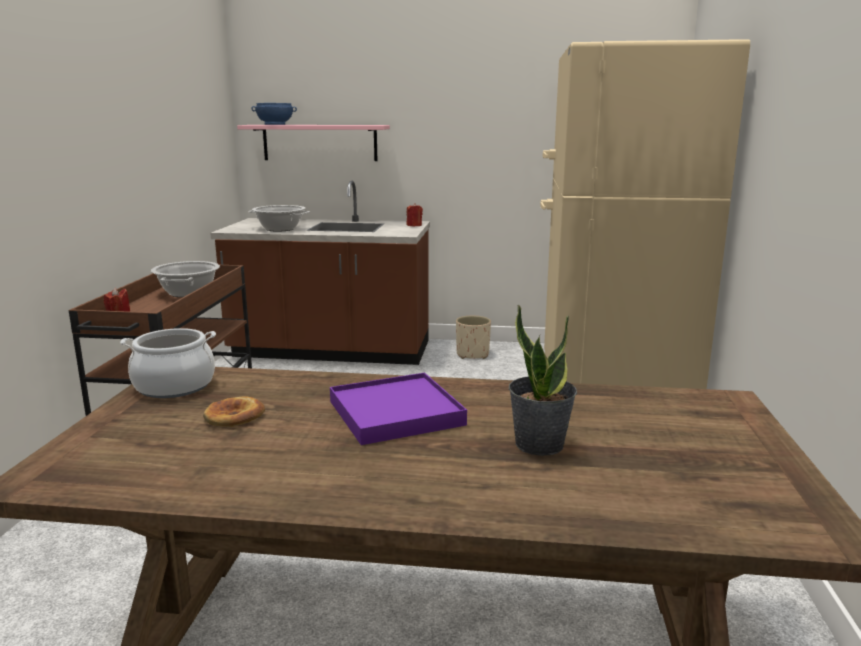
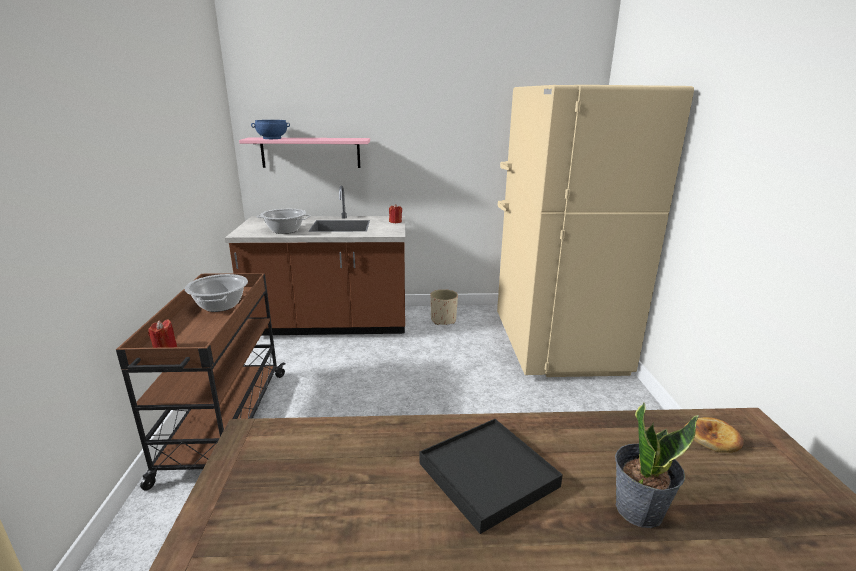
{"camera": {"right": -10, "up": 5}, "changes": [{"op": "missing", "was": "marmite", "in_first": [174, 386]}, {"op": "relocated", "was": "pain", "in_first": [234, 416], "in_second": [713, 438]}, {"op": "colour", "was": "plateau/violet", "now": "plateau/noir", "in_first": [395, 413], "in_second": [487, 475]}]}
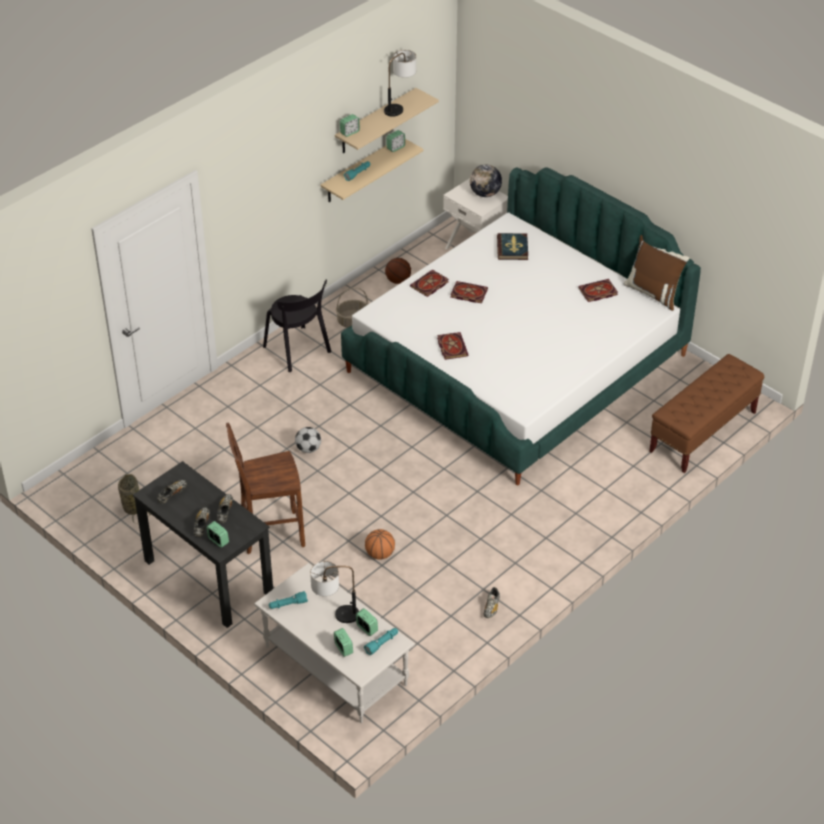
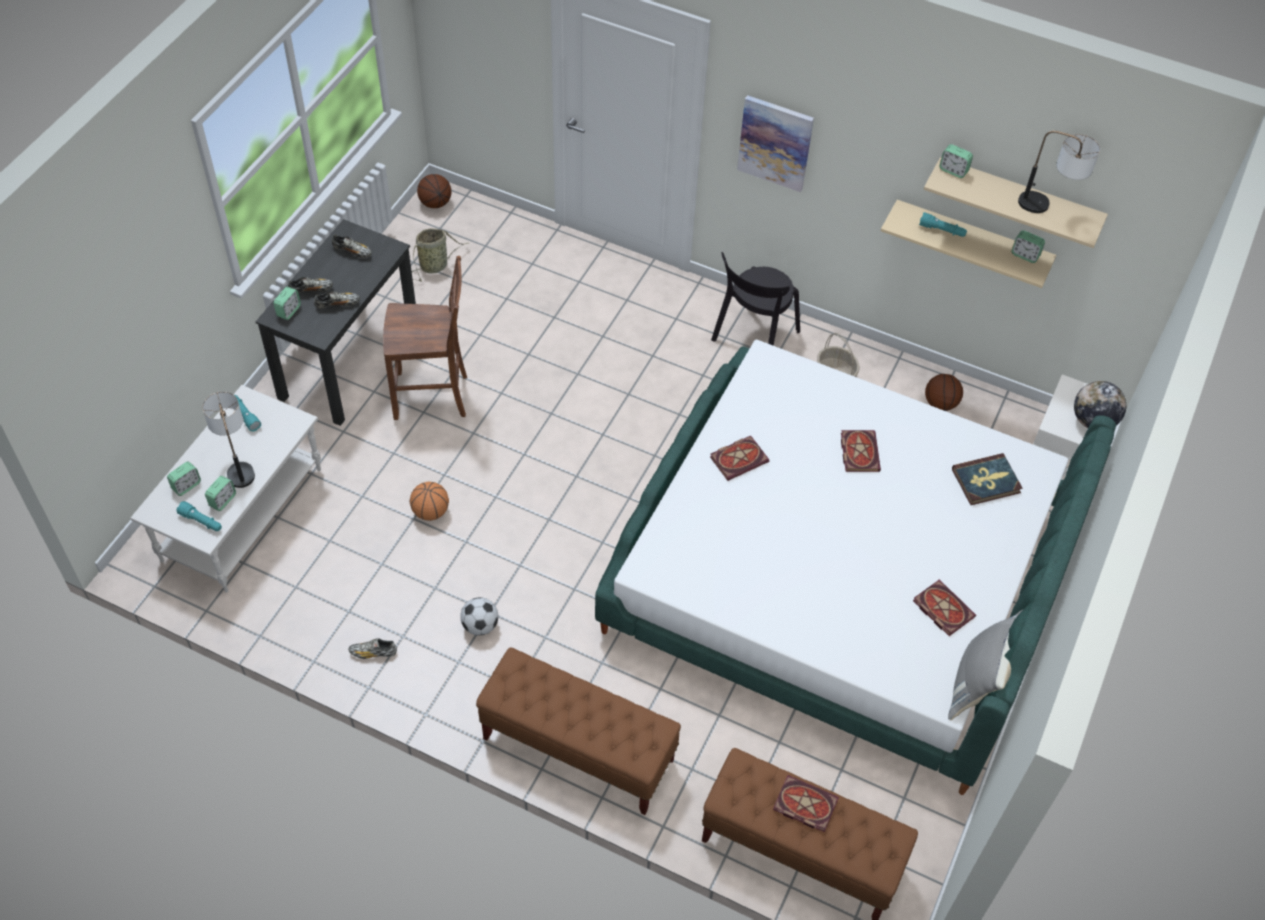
{"camera": {"right": 70, "up": 10}, "changes": [{"op": "spun", "was": "chaise/marron", "in_first": [270, 533], "in_second": [433, 397], "clockwise": 120}, {"op": "relocated", "was": "ballon de foot", "in_first": [308, 449], "in_second": [480, 625]}, {"op": "relocated", "was": "livre", "in_first": [429, 285], "in_second": [803, 805]}, {"op": "colour", "was": "coussin/marron", "now": "coussin/gris", "in_first": [653, 293], "in_second": [979, 685]}, {"op": "appeared", "now": "ballon de basket", "in_second": [435, 203]}, {"op": "appeared", "now": "banc/marron", "in_second": [577, 749]}, {"op": "appeared", "now": "tableau", "in_second": [775, 142]}]}
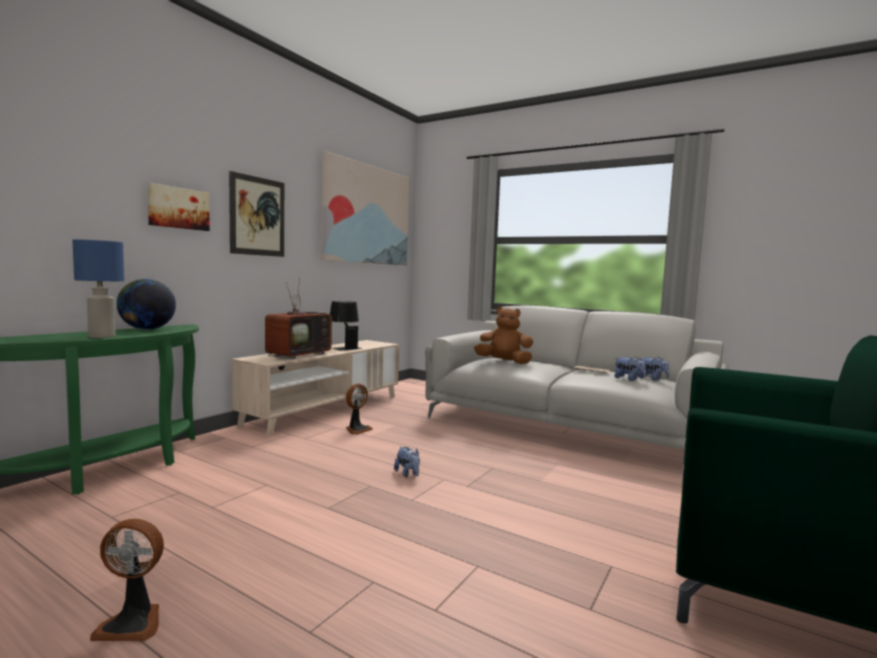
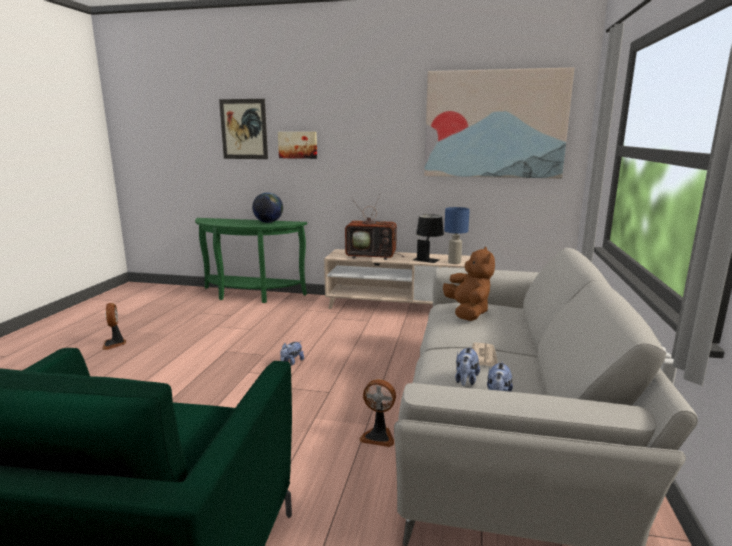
{"camera": {"right": 70, "up": 10}, "changes": [{"op": "relocated", "was": "lampe de table/bleu", "in_first": [101, 337], "in_second": [454, 262]}, {"op": "relocated", "was": "tableau", "in_first": [257, 216], "in_second": [244, 129]}, {"op": "relocated", "was": "ventilateur", "in_first": [357, 429], "in_second": [378, 436]}]}
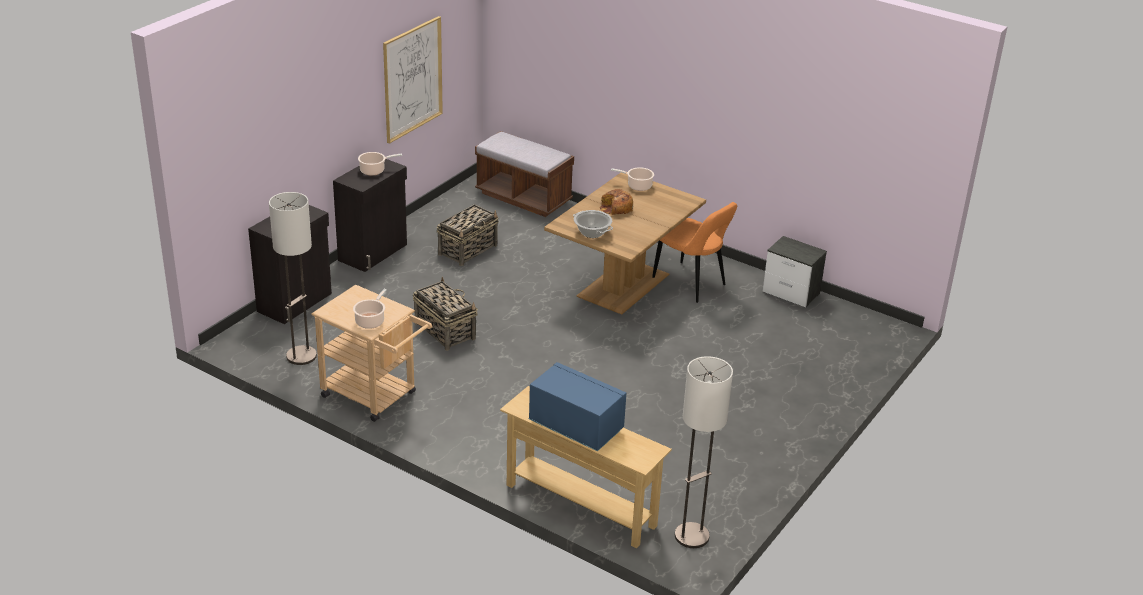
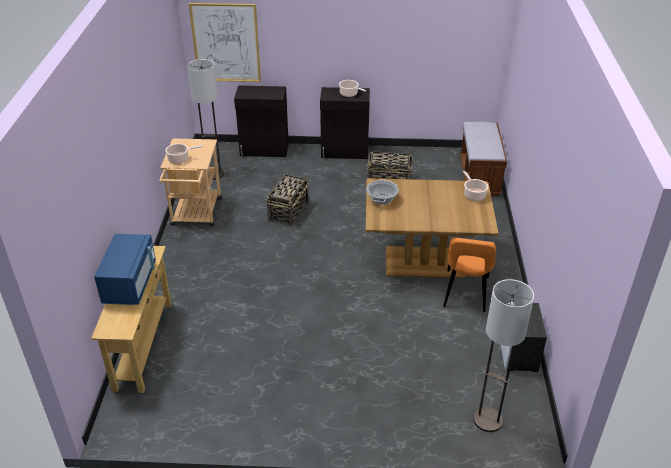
{"camera": {"right": 60, "up": 5}, "changes": [{"op": "relocated", "was": "tableau", "in_first": [412, 79], "in_second": [226, 43]}, {"op": "missing", "was": "pain", "in_first": [615, 208]}, {"op": "relocated", "was": "lampadaire", "in_first": [691, 536], "in_second": [488, 420]}]}
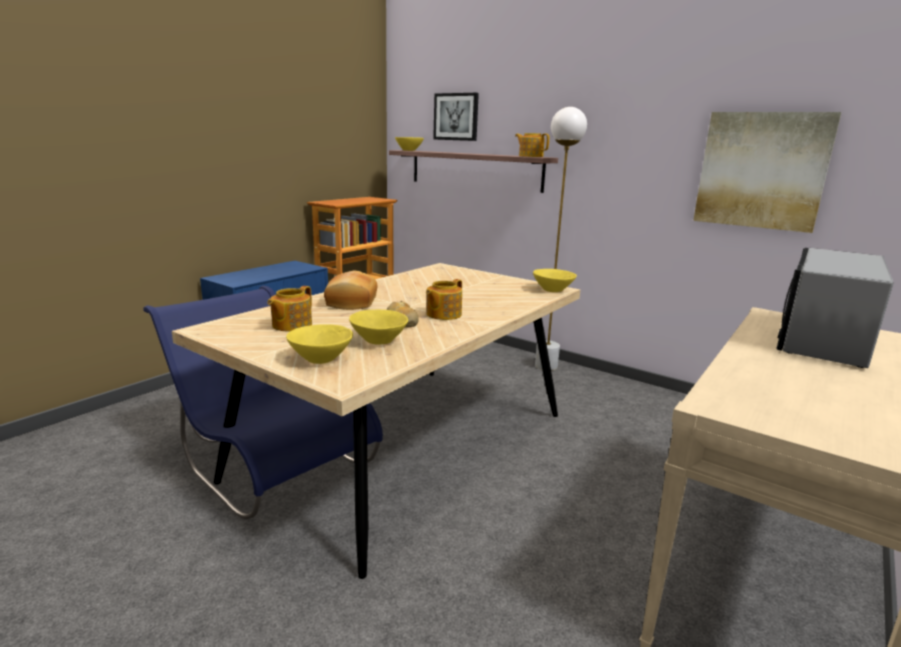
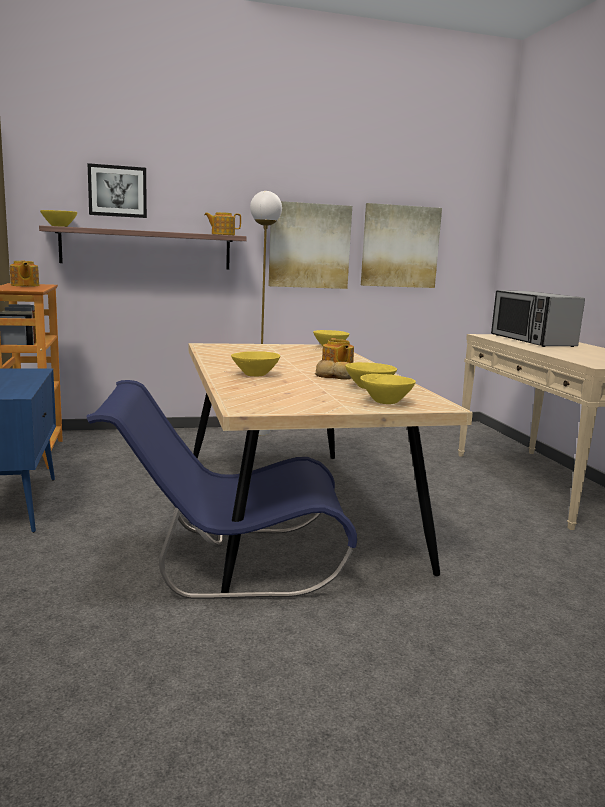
{"camera": {"right": -50, "up": -5}, "changes": [{"op": "relocated", "was": "théière", "in_first": [291, 325], "in_second": [24, 285]}, {"op": "exchanged", "was": "pain", "now": "bol/jaune", "in_first": [350, 302], "in_second": [254, 374]}, {"op": "appeared", "now": "tableau", "in_second": [309, 246]}]}
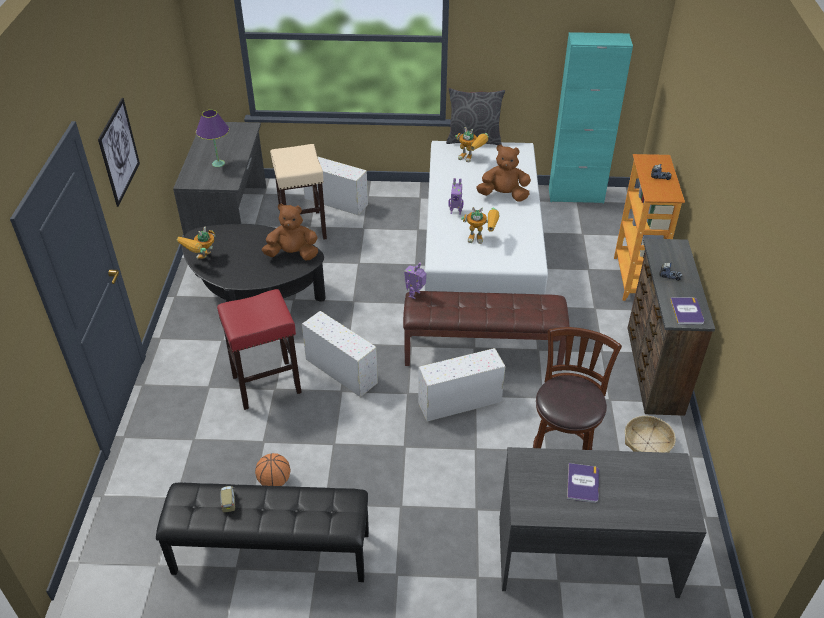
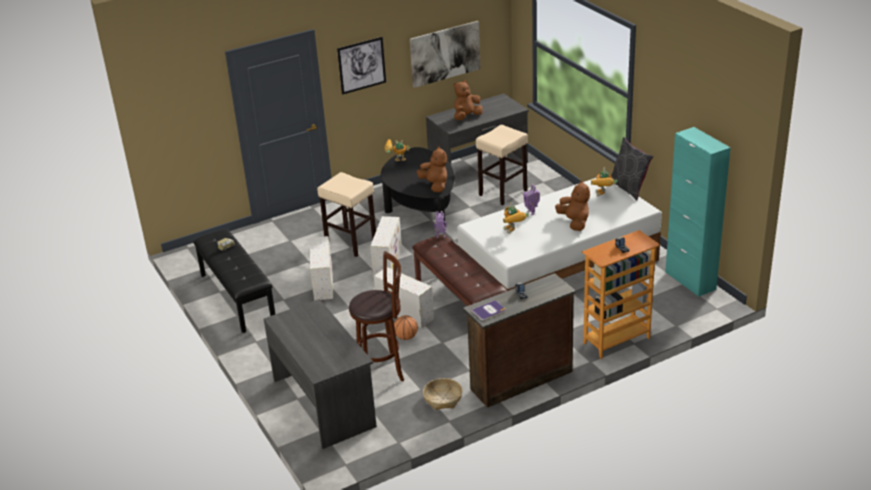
{"camera": {"right": 60, "up": -10}, "changes": [{"op": "exchanged", "was": "lampe de table/violet", "now": "peluche/marron", "in_first": [218, 163], "in_second": [466, 117]}, {"op": "colour", "was": "tabouret/rouge", "now": "tabouret/beige", "in_first": [267, 384], "in_second": [351, 243]}, {"op": "relocated", "was": "ballon de basket", "in_first": [274, 481], "in_second": [406, 337]}, {"op": "relocated", "was": "boîte de rangement/blanc", "in_first": [335, 201], "in_second": [323, 282]}, {"op": "missing", "was": "livre", "in_first": [583, 483]}, {"op": "appeared", "now": "tableau", "in_second": [445, 53]}]}
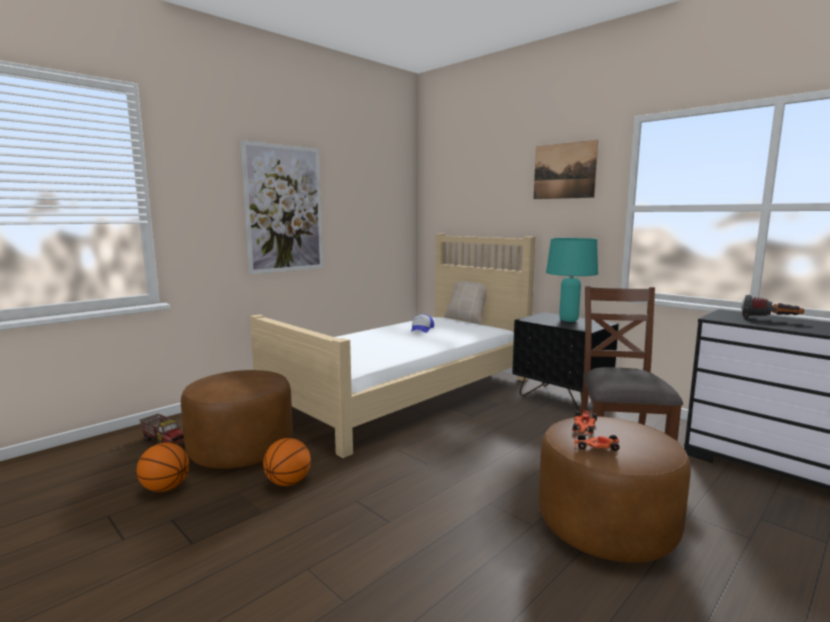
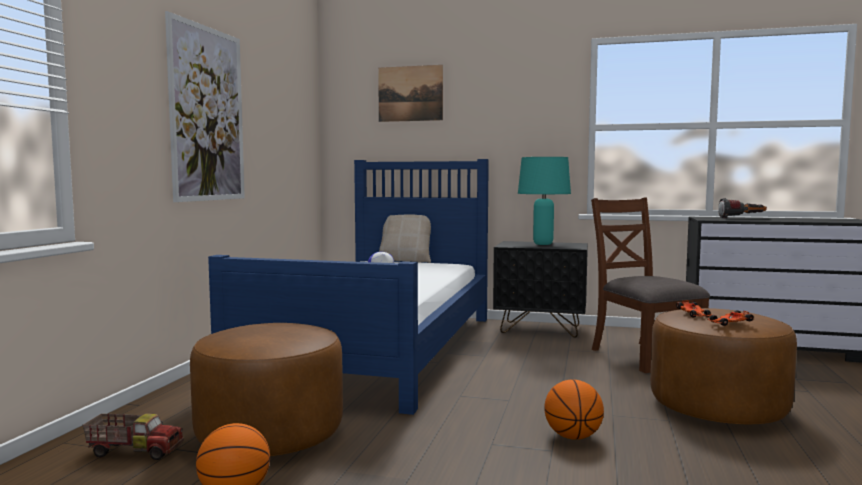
{"camera": {"right": -30, "up": -5}, "changes": [{"op": "colour", "was": "lit/beige", "now": "lit/bleu", "in_first": [405, 392], "in_second": [379, 348]}, {"op": "relocated", "was": "ballon de basket", "in_first": [288, 482], "in_second": [573, 437]}, {"op": "relocated", "was": "tableau", "in_first": [564, 171], "in_second": [410, 93]}]}
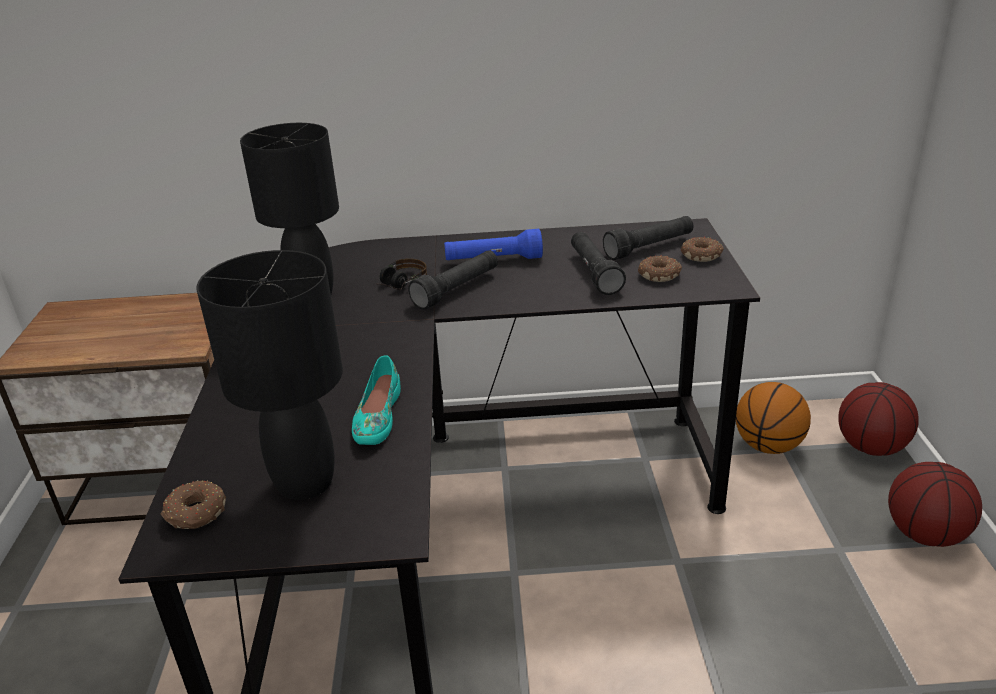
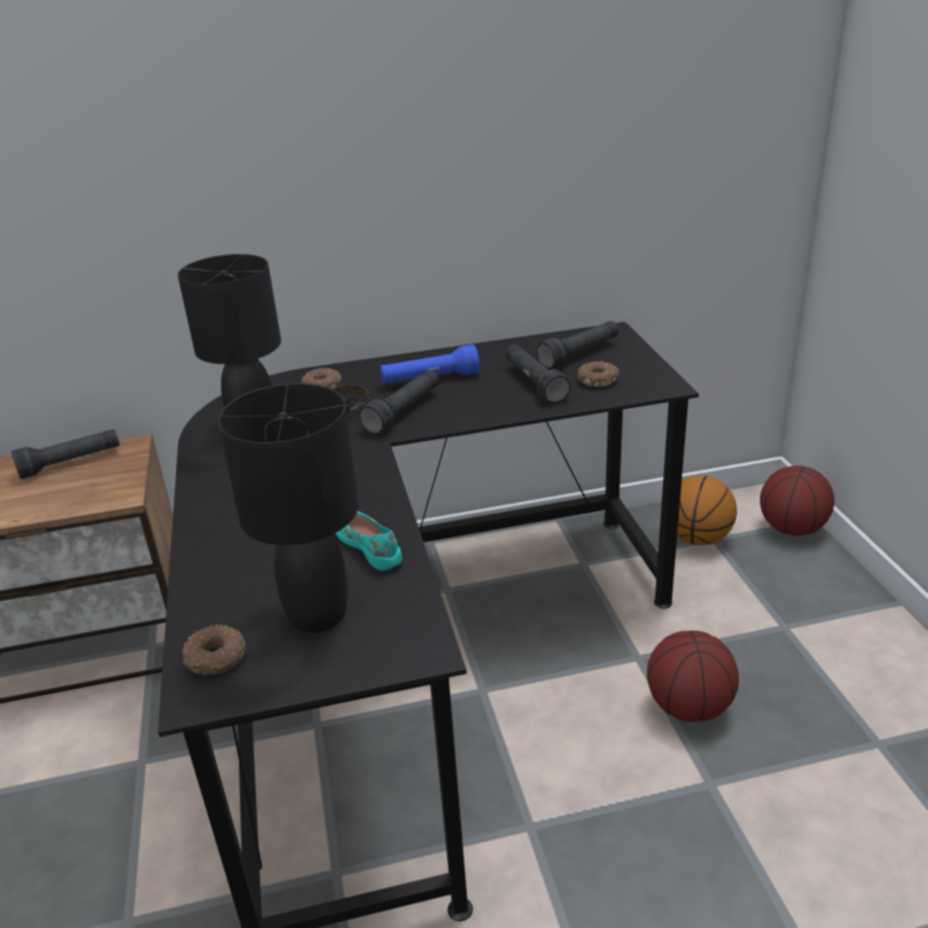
{"camera": {"right": -10, "up": 0}, "changes": [{"op": "spun", "was": "chaussure/turquoise", "in_first": [377, 417], "in_second": [367, 544], "clockwise": 150}, {"op": "relocated", "was": "beignet", "in_first": [702, 255], "in_second": [323, 386]}, {"op": "relocated", "was": "ballon de basket", "in_first": [925, 534], "in_second": [688, 707]}, {"op": "appeared", "now": "lampe de poche/noir", "in_second": [71, 463]}]}
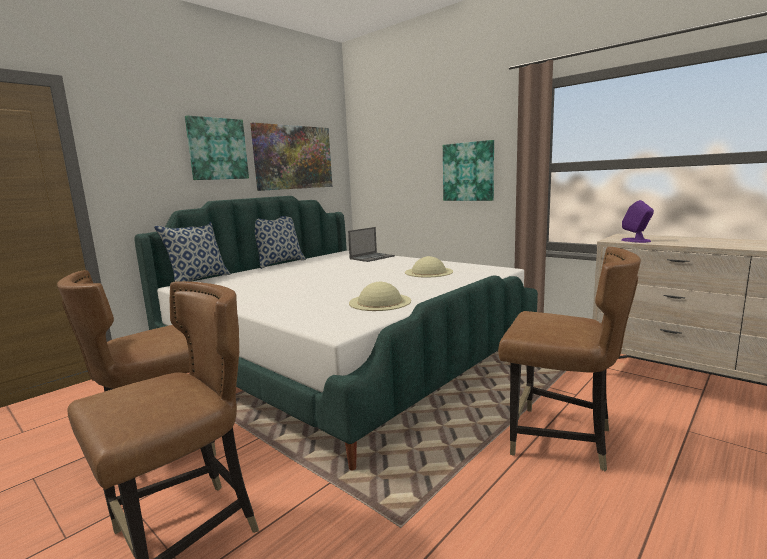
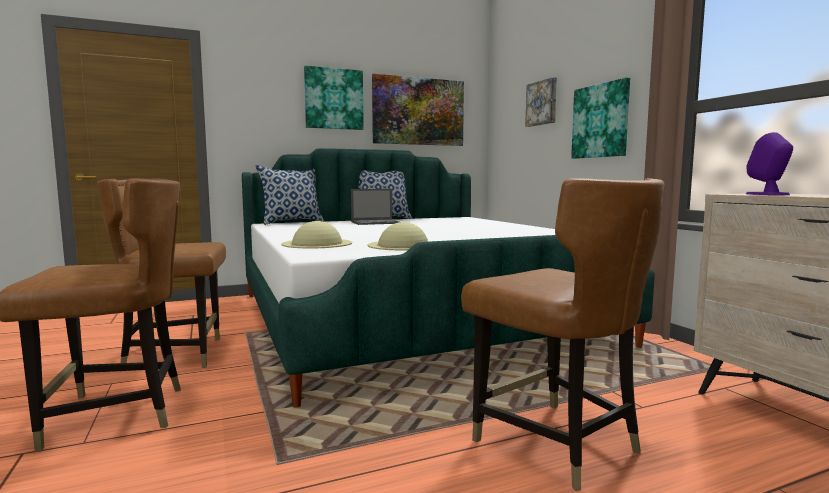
{"camera": {"right": 25, "up": -5}, "changes": [{"op": "relocated", "was": "ordinateur portable", "in_first": [372, 257], "in_second": [376, 222]}, {"op": "relocated", "was": "chapeau/beige", "in_first": [428, 272], "in_second": [317, 243]}, {"op": "appeared", "now": "tableau", "in_second": [542, 103]}]}
